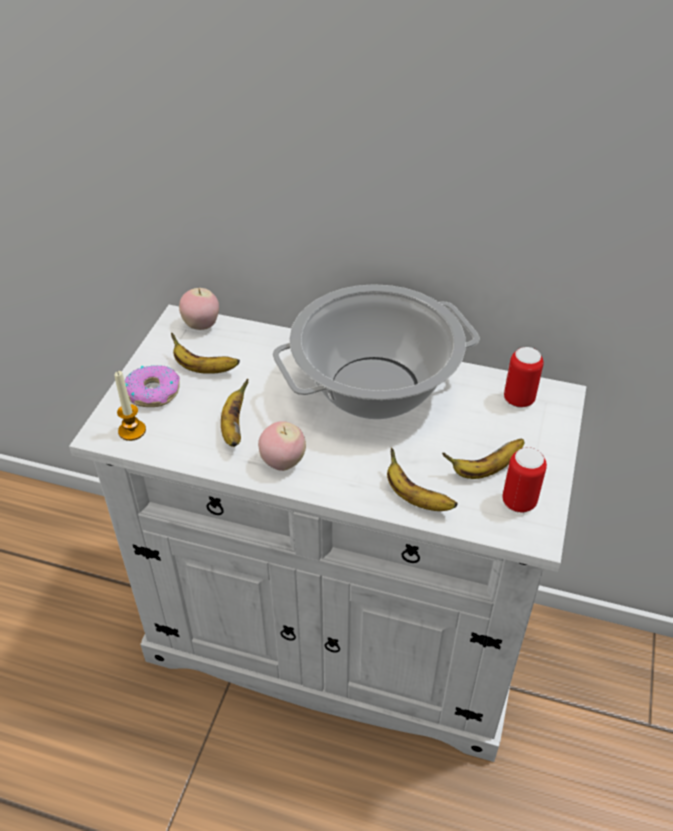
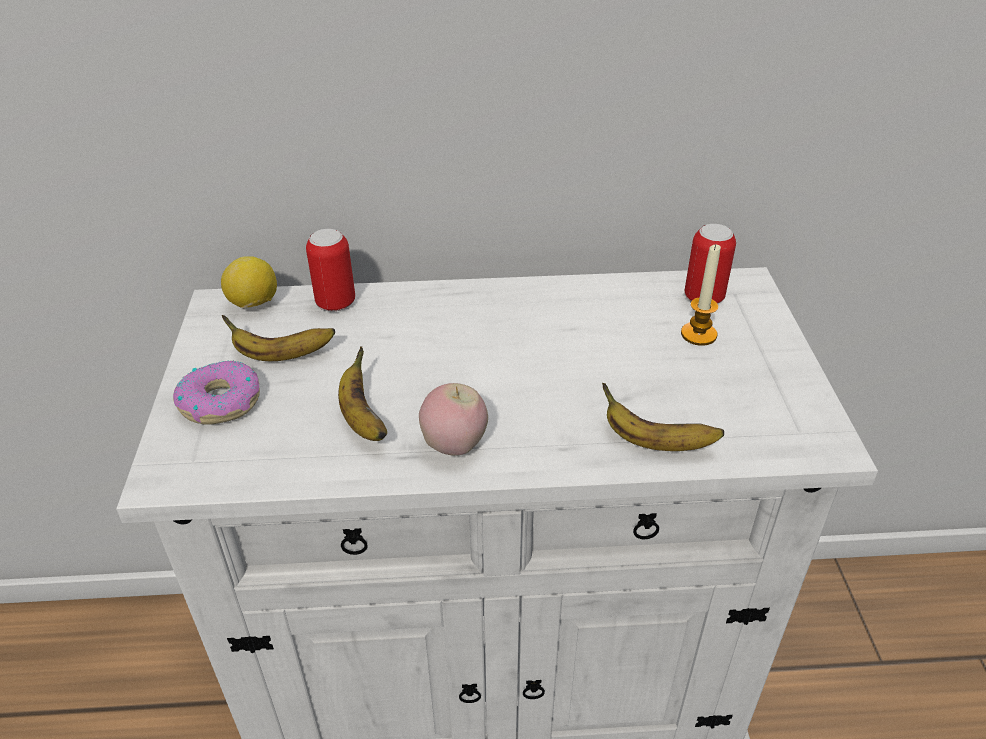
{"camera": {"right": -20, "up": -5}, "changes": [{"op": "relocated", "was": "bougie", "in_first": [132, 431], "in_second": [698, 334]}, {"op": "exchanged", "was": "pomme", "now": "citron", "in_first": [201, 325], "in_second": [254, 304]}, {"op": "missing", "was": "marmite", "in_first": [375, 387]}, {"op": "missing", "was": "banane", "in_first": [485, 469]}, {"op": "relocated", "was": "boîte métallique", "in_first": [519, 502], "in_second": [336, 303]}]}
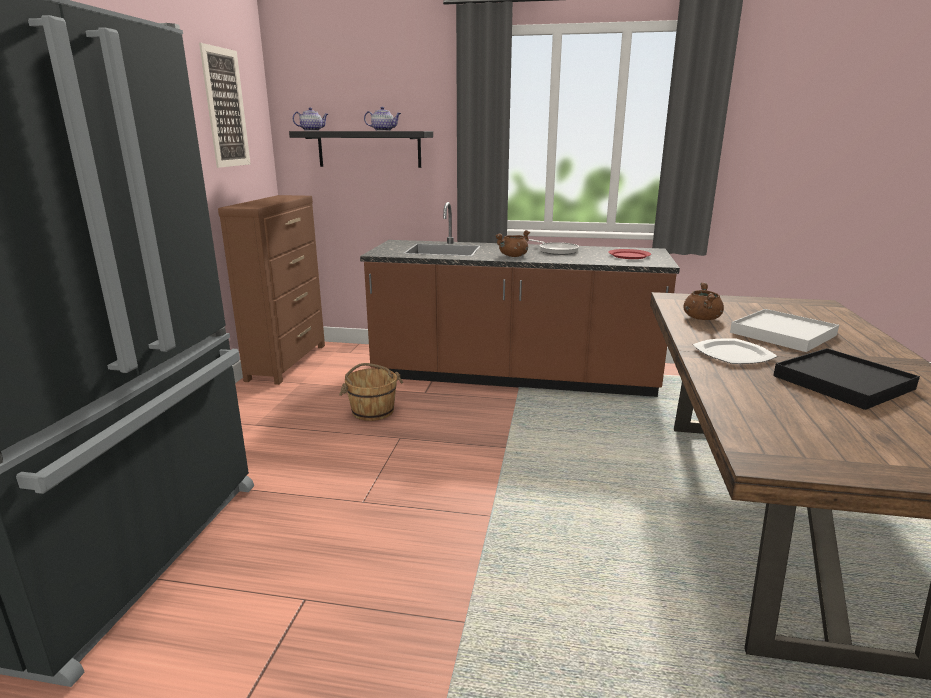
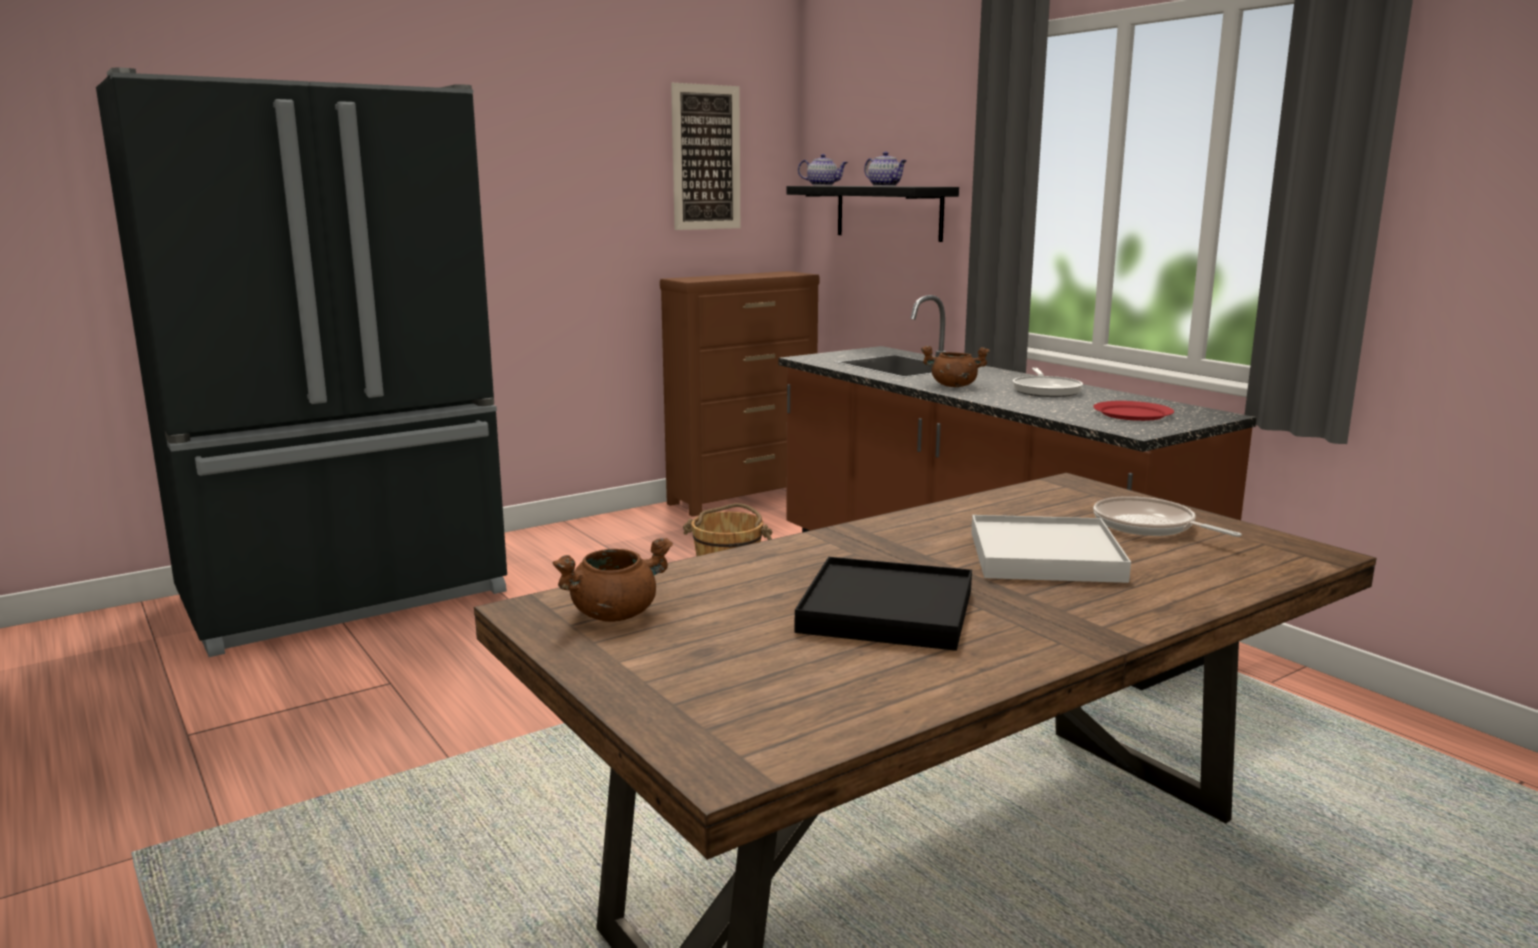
{"camera": {"right": 45, "up": -5}, "changes": [{"op": "relocated", "was": "marmite/marron", "in_first": [701, 318], "in_second": [614, 614]}, {"op": "missing", "was": "assiette", "in_first": [733, 354]}, {"op": "appeared", "now": "poêle", "in_second": [1148, 526]}]}
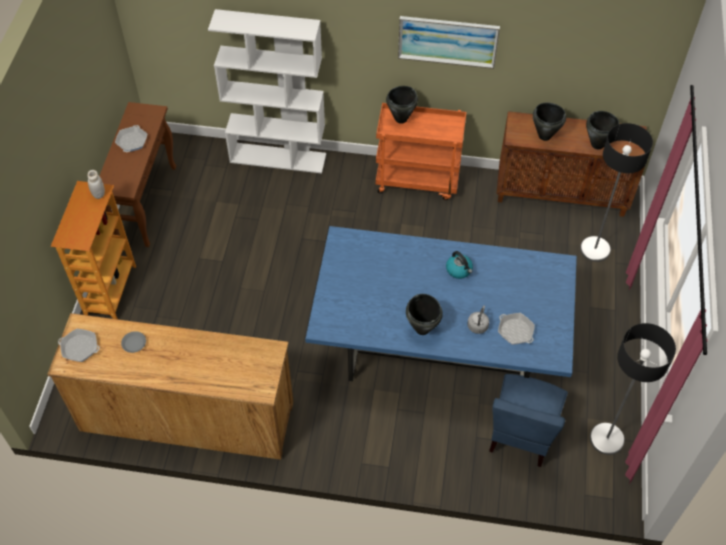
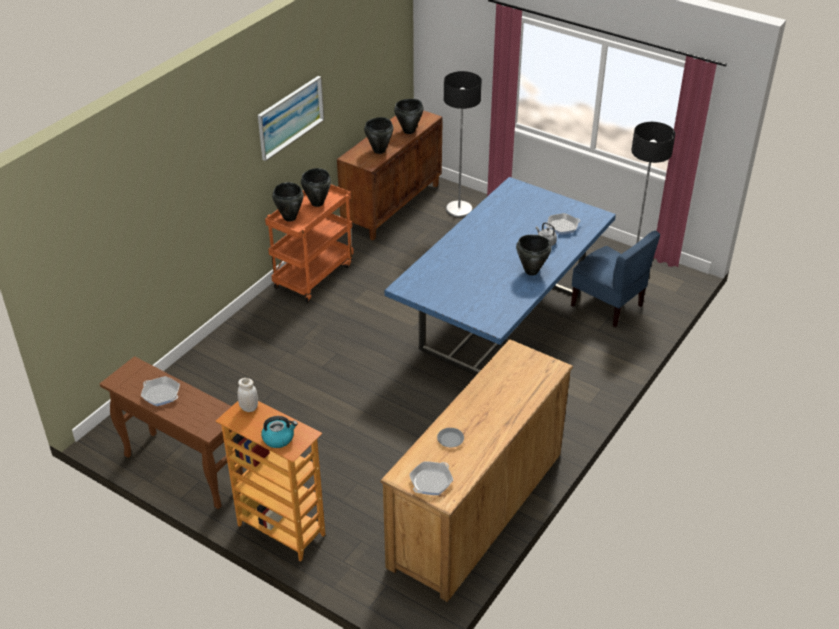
{"camera": {"right": -65, "up": -15}, "changes": [{"op": "missing", "was": "bibliothèque/blanc", "in_first": [278, 158]}, {"op": "relocated", "was": "bouilloire", "in_first": [459, 270], "in_second": [279, 438]}, {"op": "appeared", "now": "marmite/noir", "in_second": [317, 203]}]}
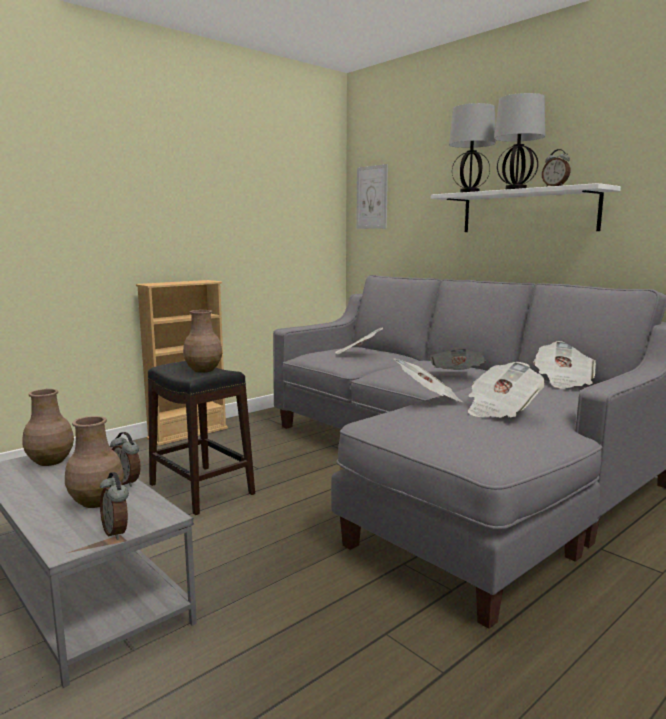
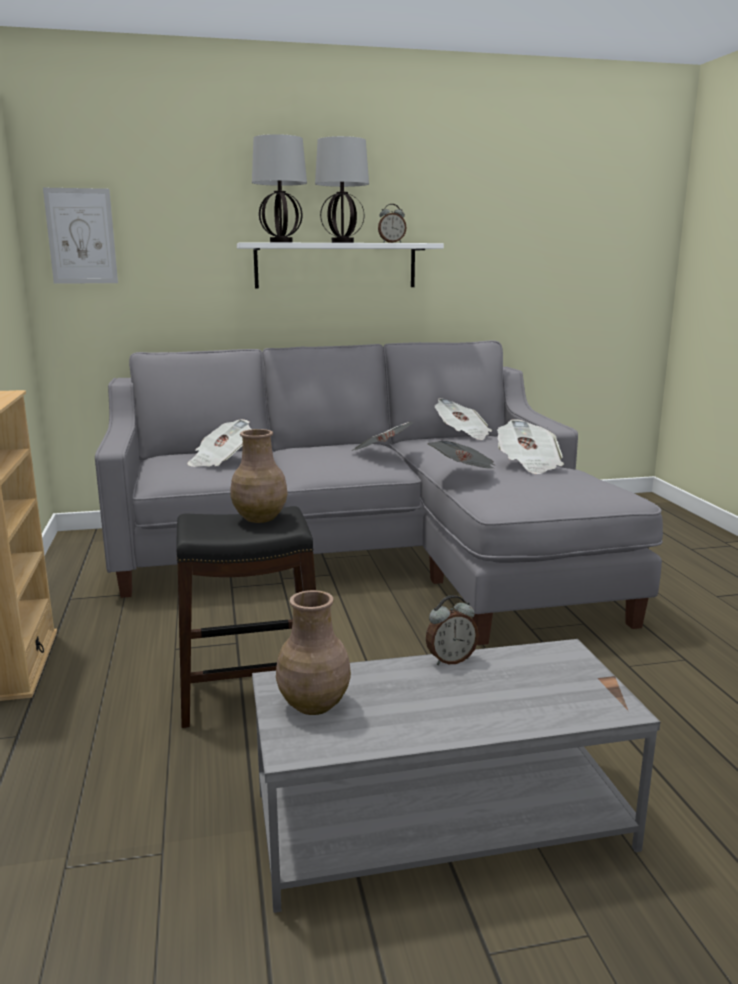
{"camera": {"right": -60, "up": 5}, "changes": [{"op": "missing", "was": "vase/marron", "in_first": [96, 502]}, {"op": "missing", "was": "réveil", "in_first": [117, 532]}]}
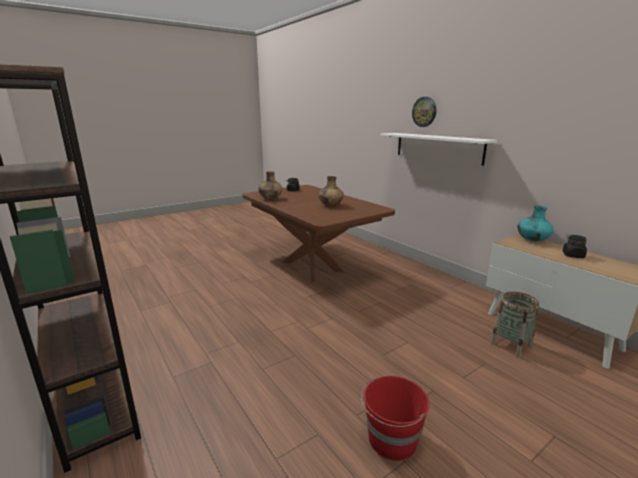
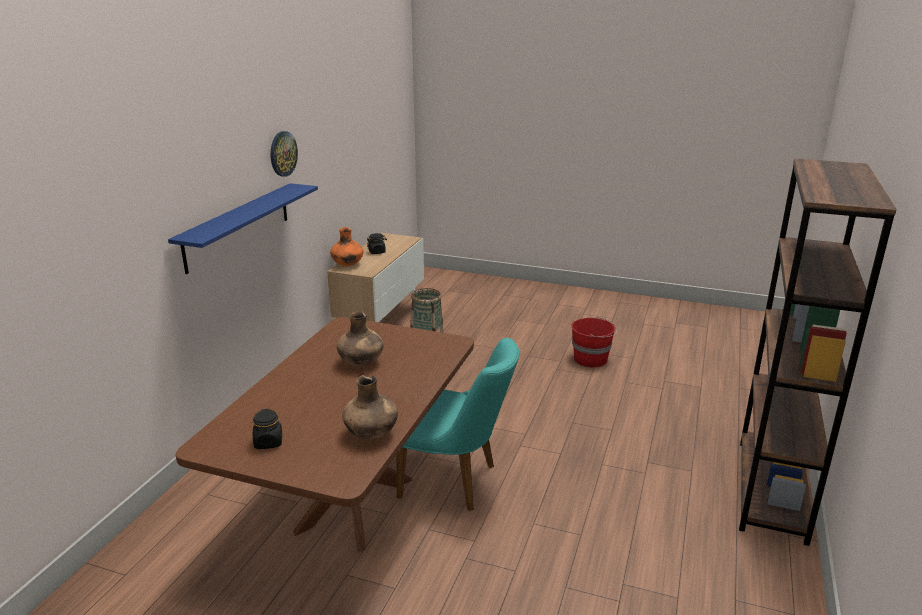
{"camera": {"right": -125, "up": 5}, "changes": [{"op": "colour", "was": "étagère/blanc", "now": "étagère/bleu", "in_first": [437, 147], "in_second": [238, 226]}, {"op": "relocated", "was": "horloge murale", "in_first": [424, 112], "in_second": [282, 153]}, {"op": "colour", "was": "vase/turquoise", "now": "vase/orange", "in_first": [532, 240], "in_second": [347, 265]}, {"op": "appeared", "now": "chaise/turquoise", "in_second": [457, 482]}]}
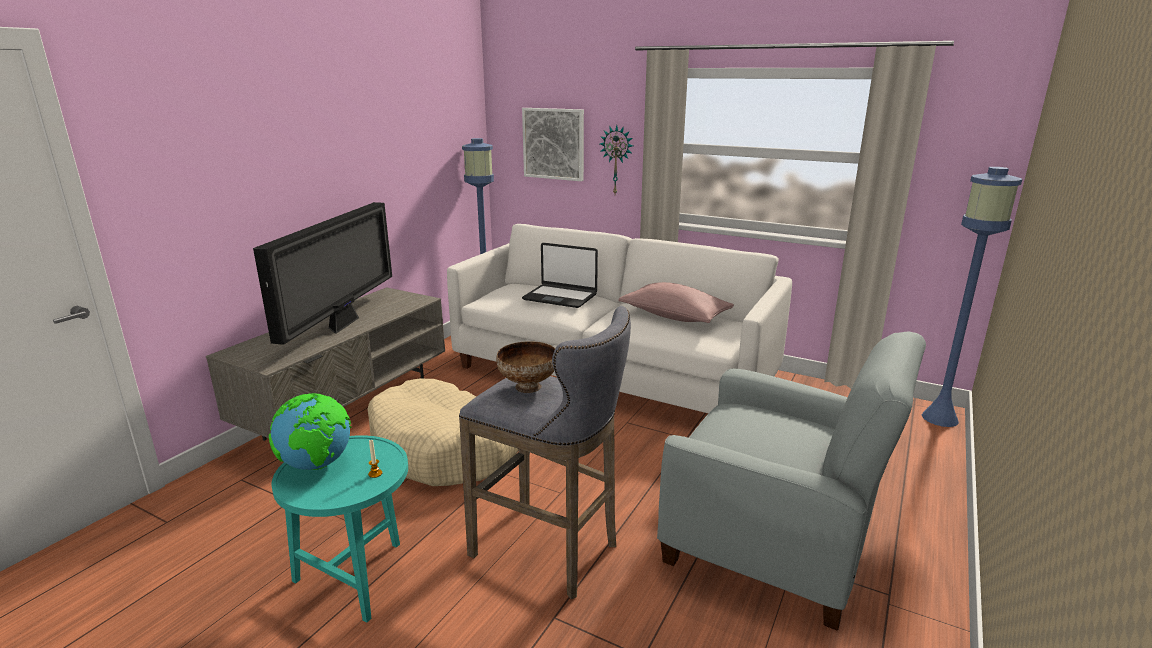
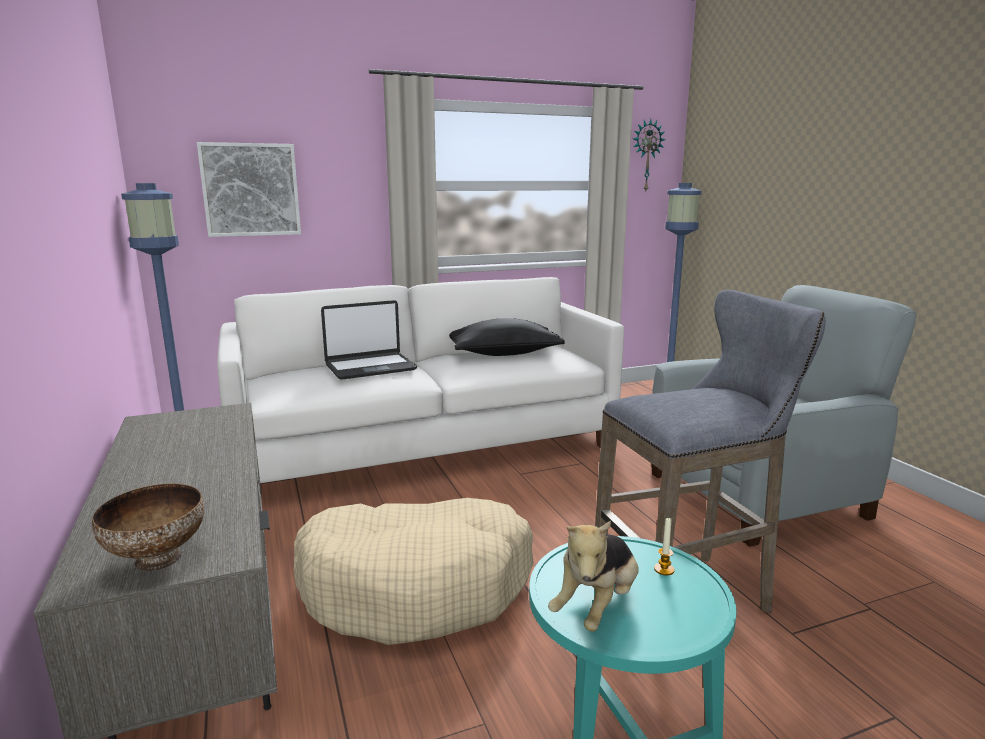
{"camera": {"right": -50, "up": -5}, "changes": [{"op": "missing", "was": "téléviseur", "in_first": [344, 324]}, {"op": "exchanged", "was": "globe", "now": "peluche", "in_first": [317, 465], "in_second": [597, 606]}, {"op": "relocated", "was": "bol", "in_first": [528, 386], "in_second": [158, 558]}, {"op": "relocated", "was": "horloge murale", "in_first": [617, 160], "in_second": [646, 156]}, {"op": "colour", "was": "coussin/rose", "now": "coussin/noir", "in_first": [674, 316], "in_second": [504, 353]}]}
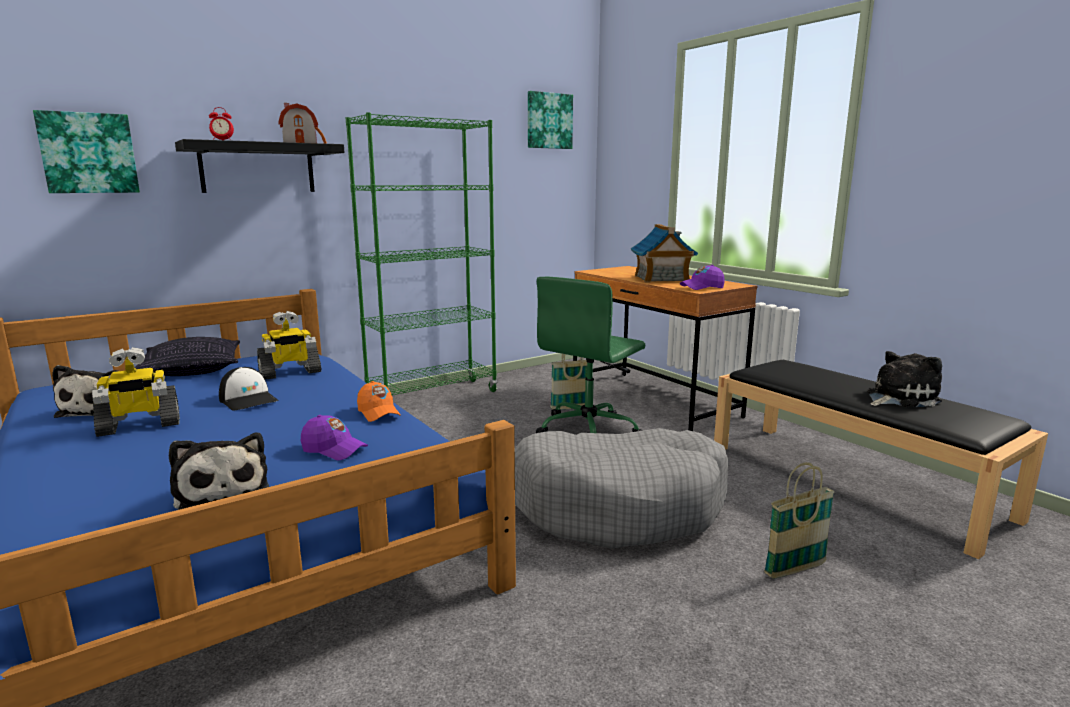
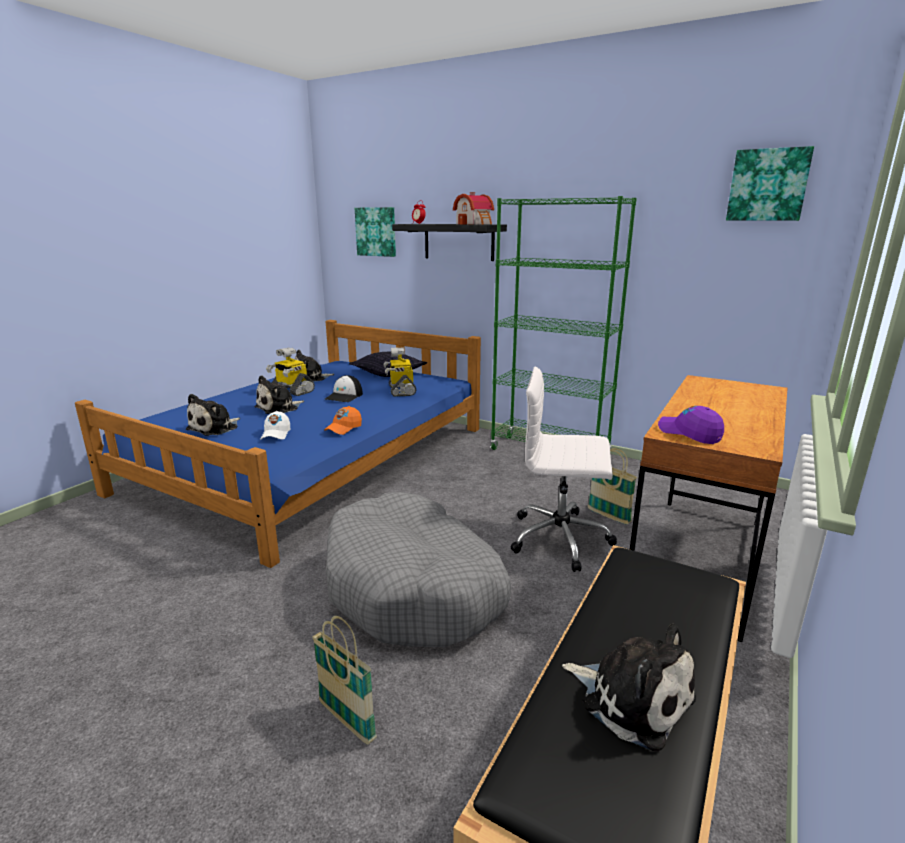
{"camera": {"right": 65, "up": 5}, "changes": [{"op": "spun", "was": "robot jouet", "in_first": [290, 373], "in_second": [401, 390], "clockwise": 45}, {"op": "colour", "was": "casquette/violet", "now": "casquette/blanc", "in_first": [334, 450], "in_second": [276, 434]}, {"op": "colour", "was": "chaise de bureau/vert", "now": "chaise de bureau/blanc", "in_first": [589, 431], "in_second": [561, 539]}, {"op": "missing", "was": "maison miniature", "in_first": [661, 278]}, {"op": "appeared", "now": "peluche", "in_second": [279, 408]}]}
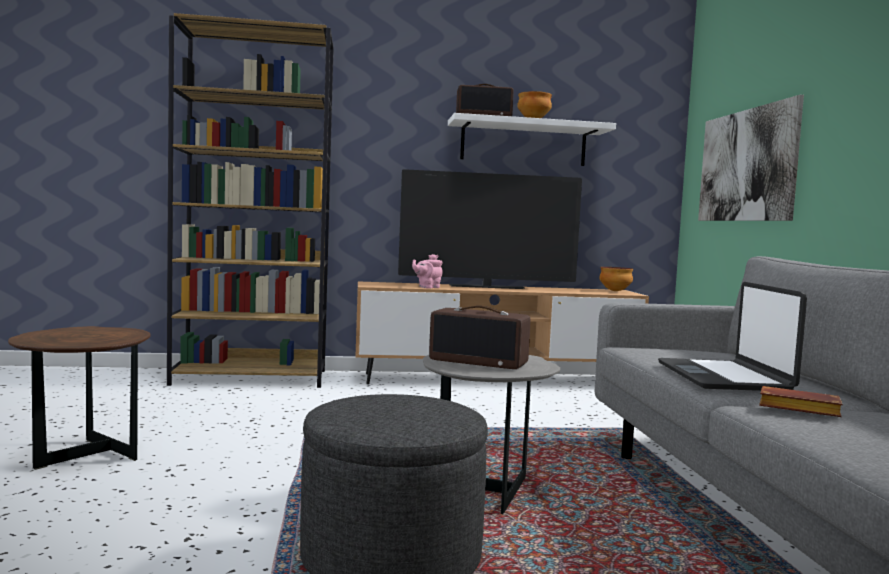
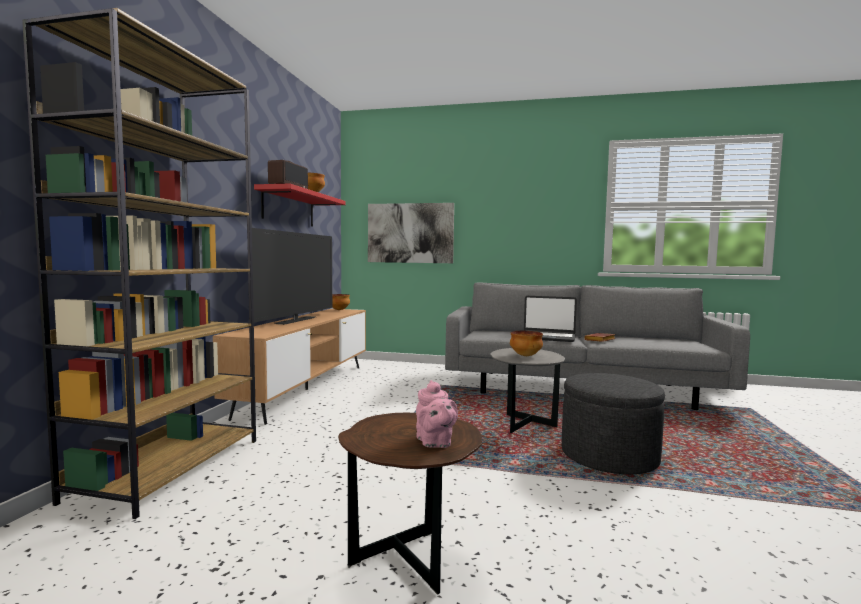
{"camera": {"right": -70, "up": 0}, "changes": [{"op": "relocated", "was": "théière/rose", "in_first": [427, 287], "in_second": [435, 443]}, {"op": "exchanged", "was": "radio", "now": "bol", "in_first": [479, 361], "in_second": [525, 356]}, {"op": "colour", "was": "étagère/blanc", "now": "étagère/rouge", "in_first": [523, 143], "in_second": [289, 208]}]}
